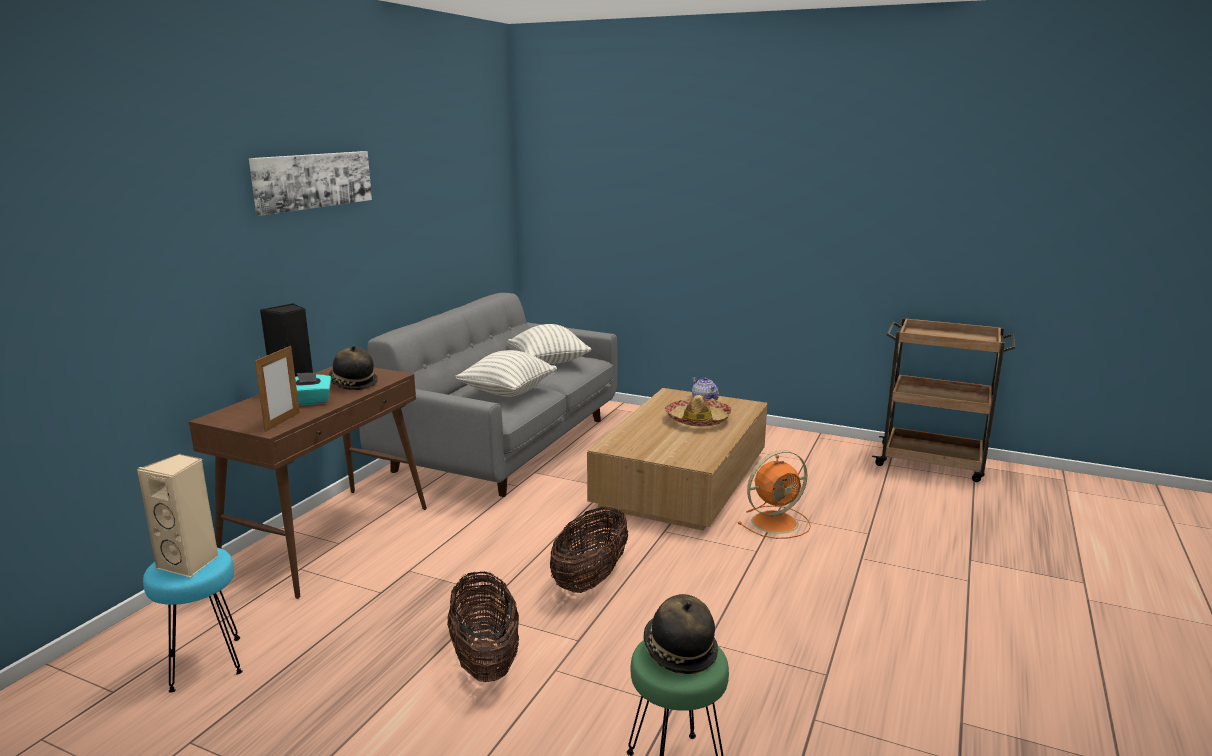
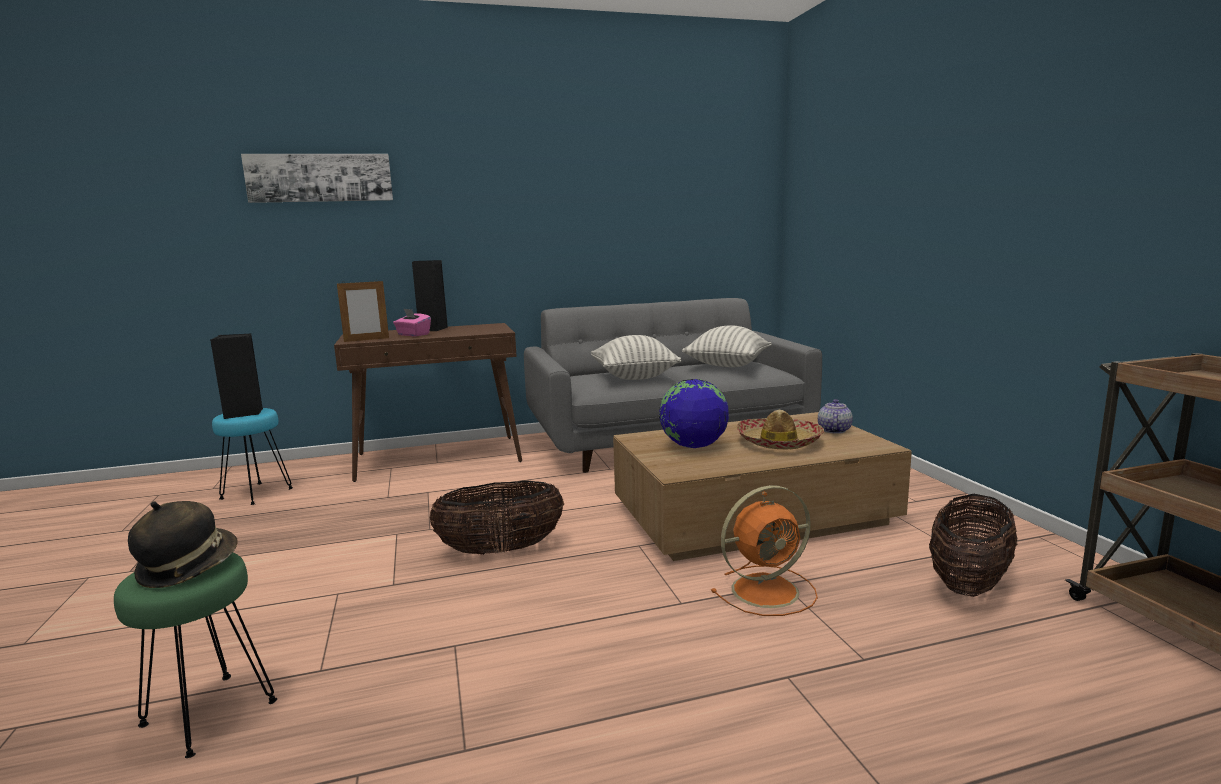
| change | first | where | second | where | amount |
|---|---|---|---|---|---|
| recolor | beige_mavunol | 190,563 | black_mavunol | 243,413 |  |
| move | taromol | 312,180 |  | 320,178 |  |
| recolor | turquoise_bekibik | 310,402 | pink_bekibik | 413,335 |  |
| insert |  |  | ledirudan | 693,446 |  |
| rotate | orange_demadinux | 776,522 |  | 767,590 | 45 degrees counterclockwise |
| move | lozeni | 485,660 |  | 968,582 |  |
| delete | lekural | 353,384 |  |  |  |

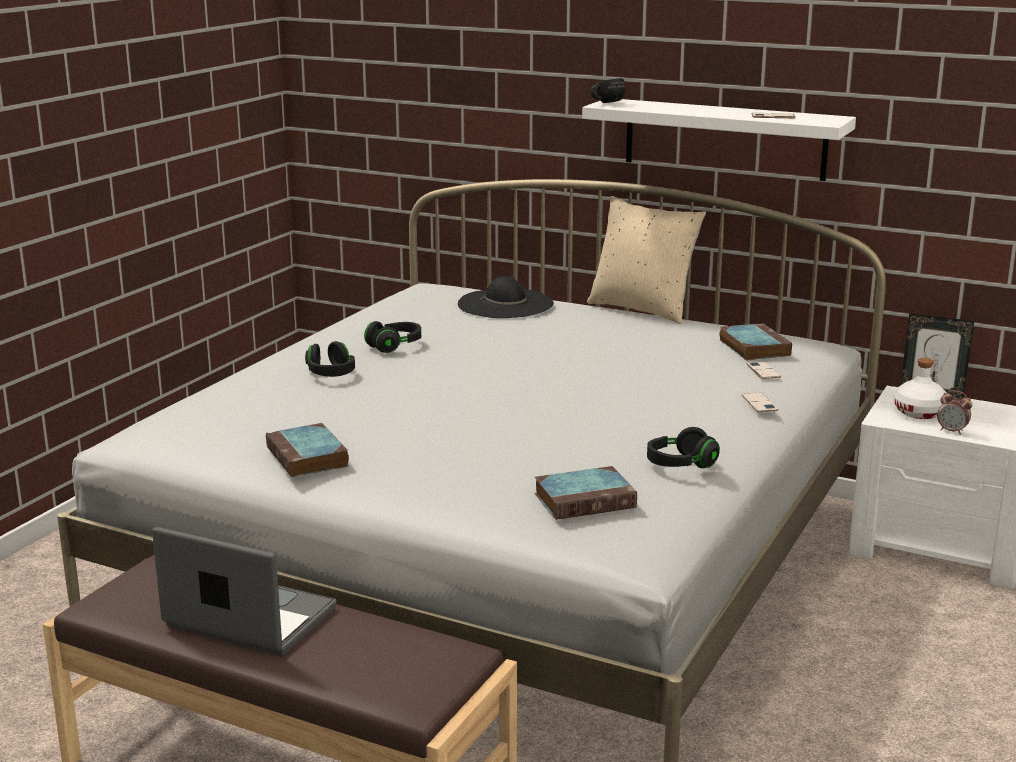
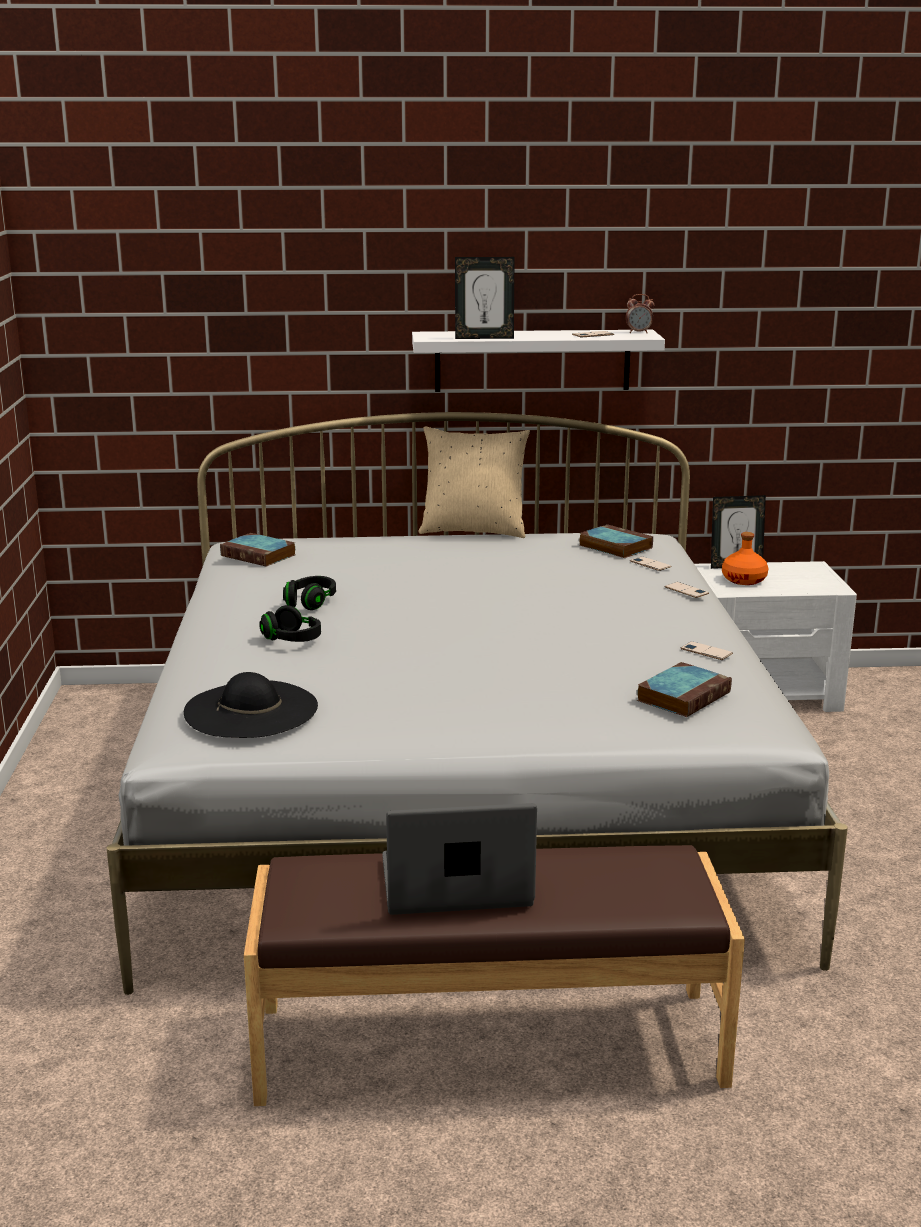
| change | first | where | second | where | amount |
|---|---|---|---|---|---|
| move | black_lekural | 505,304 |  | 251,709 |  |
| move | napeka | 308,457 |  | 260,555 |  |
| insert |  |  | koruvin | 484,338 |  |
| move | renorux | 952,431 |  | 638,332 |  |
| replace | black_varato | 680,464 | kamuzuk | 706,651 |  |
| recolor | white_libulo | 920,412 | orange_libulo | 744,580 |  |
| delete | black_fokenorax | 605,103 |  |  |  |

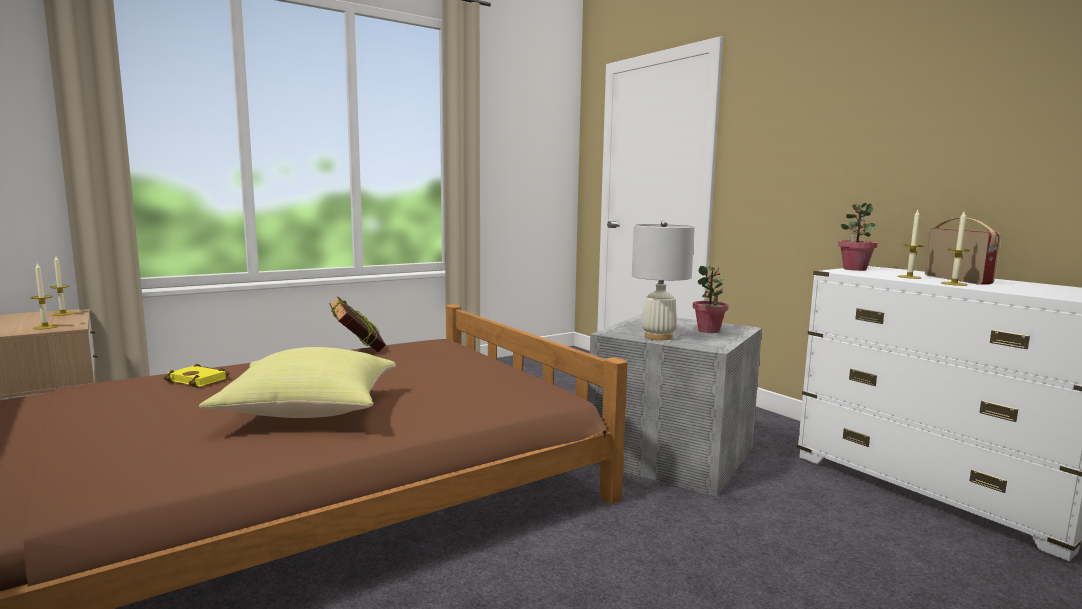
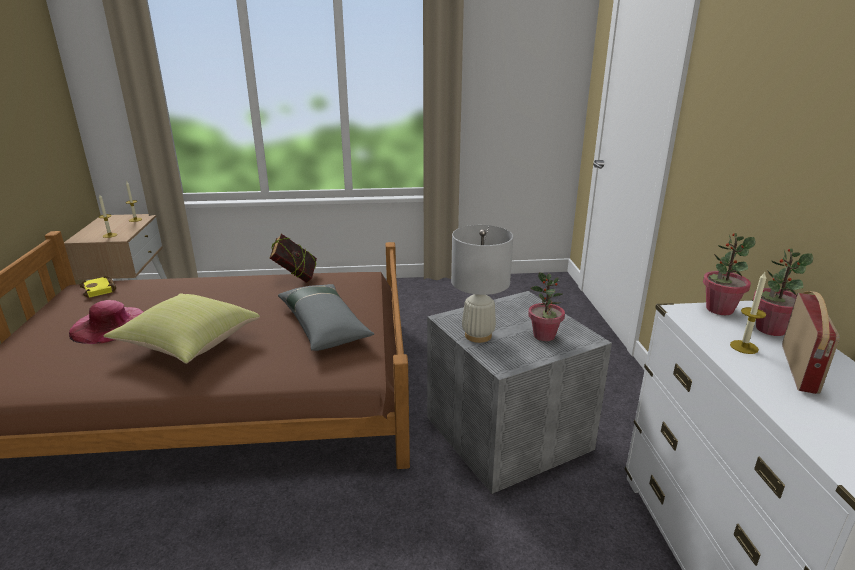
| change | first | where | second | where | amount |
|---|---|---|---|---|---|
| insert |  |  | pink_lekural | 109,325 |  |
| move | yellow_napeka | 200,380 |  | 100,289 |  |
| insert |  |  | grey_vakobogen | 324,325 |  |
| insert |  |  | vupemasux | 770,329 |  |
| delete | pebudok | 954,284 |  |  |  |

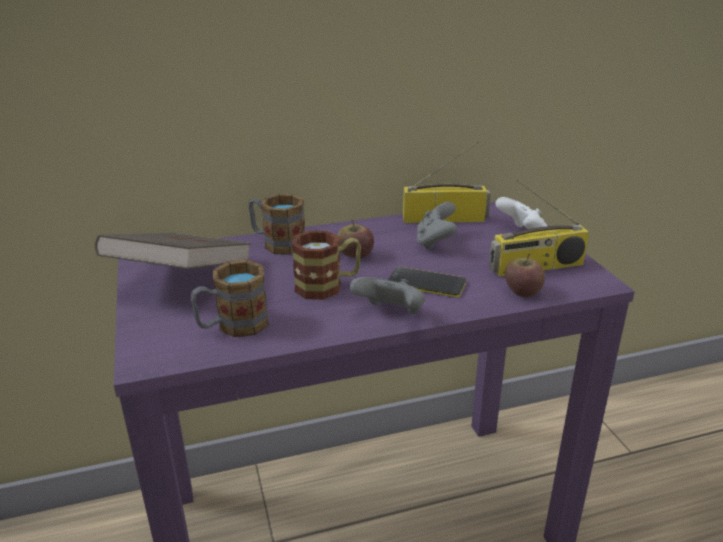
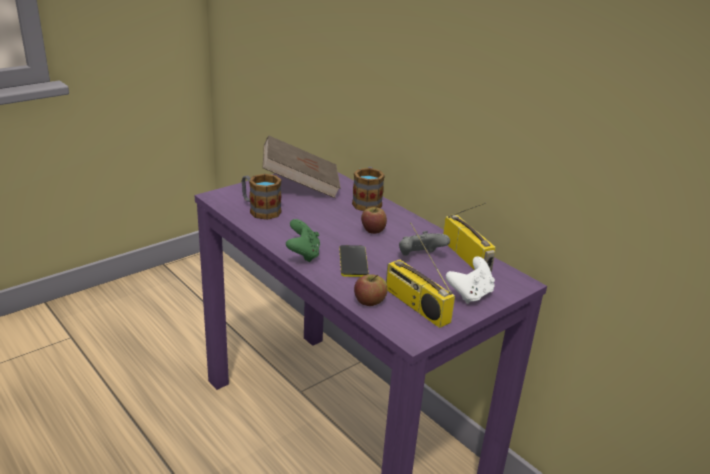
| change | first | where | second | where | amount |
|---|---|---|---|---|---|
| recolor | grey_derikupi | 390,314 | green_derikupi | 303,254 |  |
| delete | fokenorax | 328,286 |  |  |  |

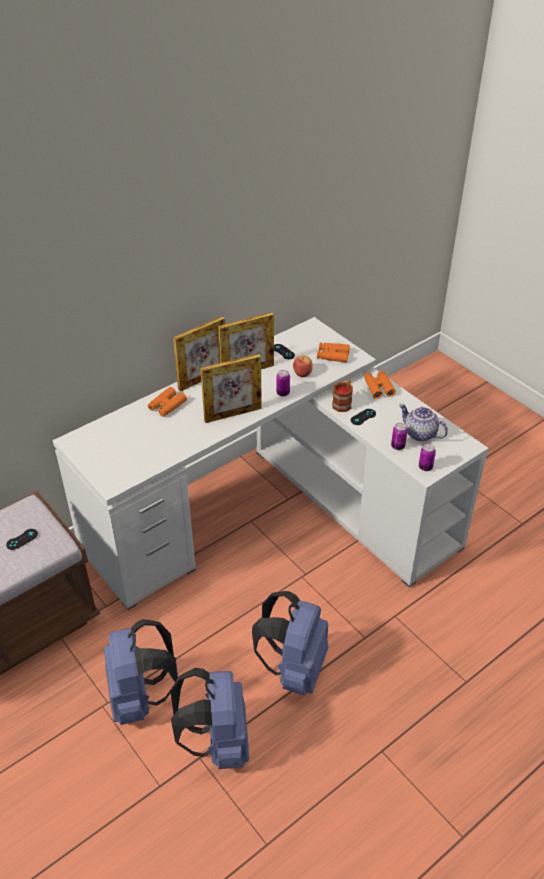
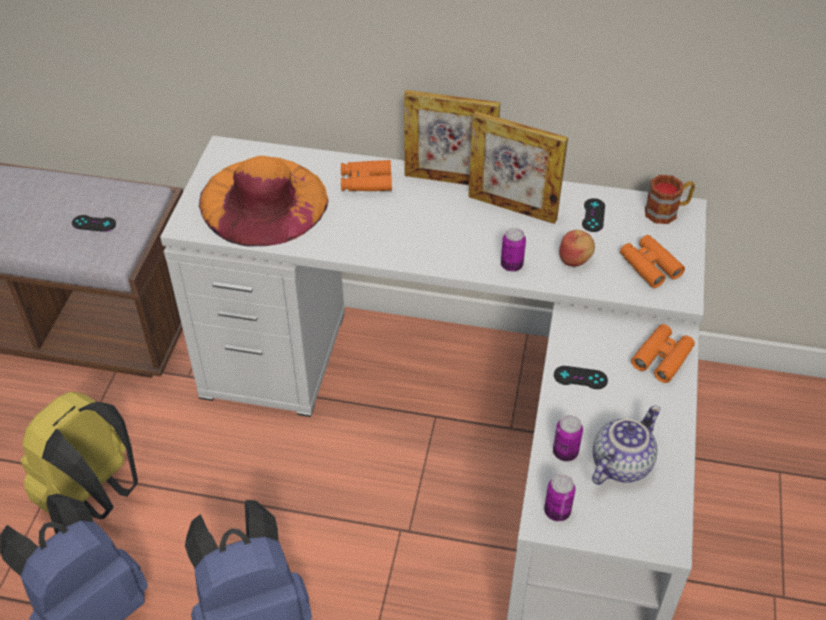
| change | first | where | second | where | amount |
|---|---|---|---|---|---|
| recolor | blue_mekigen | 140,697 | yellow_mekigen | 94,494 |  |
| insert |  |  | orange_lekural | 263,201 |  |
| rotate | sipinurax | 419,434 |  | 620,463 | 45 degrees clockwise |
| move | fokenorax | 343,403 |  | 667,211 |  |
| delete | koruvin | 233,414 |  |  |  |

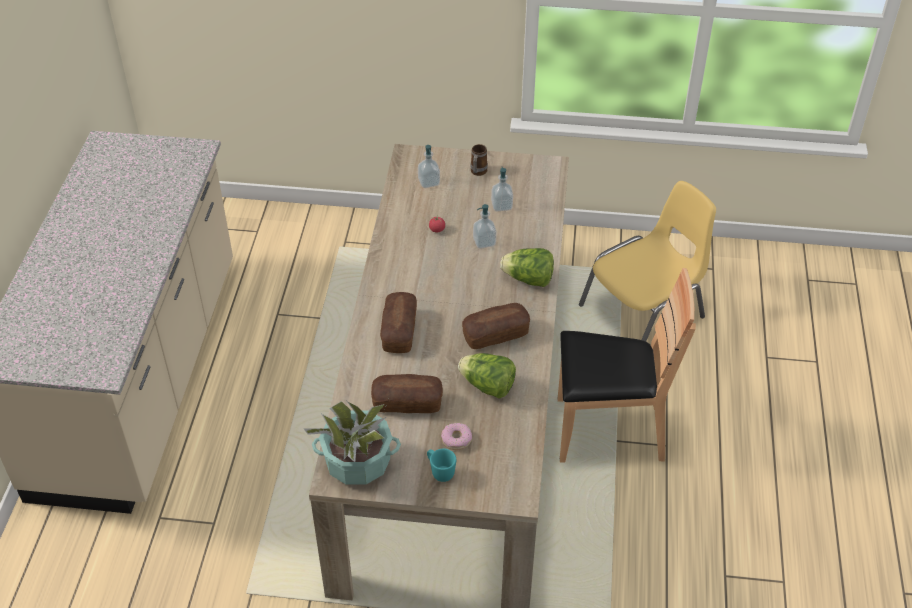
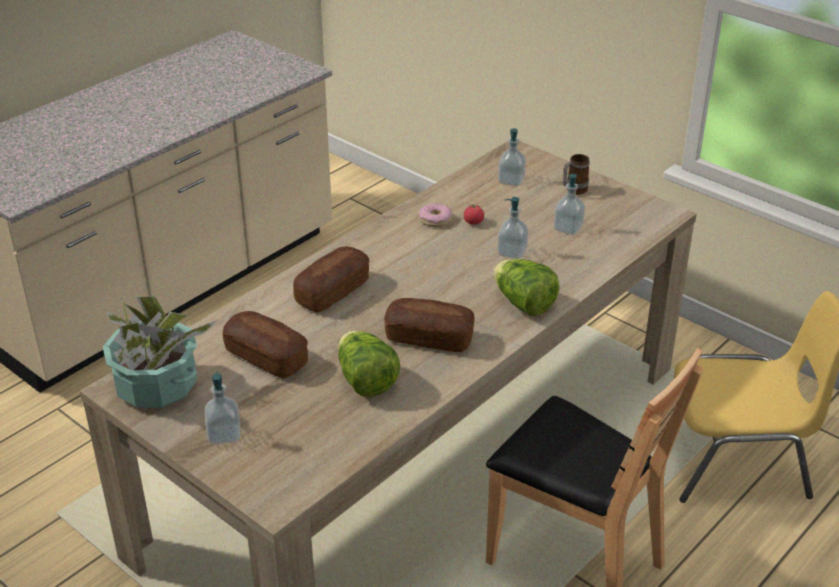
| change | first | where | second | where | amount |
|---|---|---|---|---|---|
| replace | turquoise_fokenorax | 440,471 | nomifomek | 224,435 |  |
| move | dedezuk | 456,439 |  | 435,220 |  |

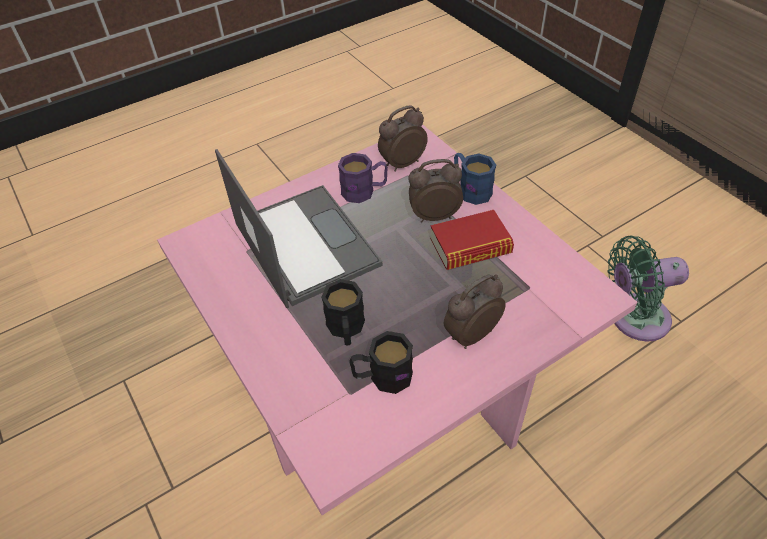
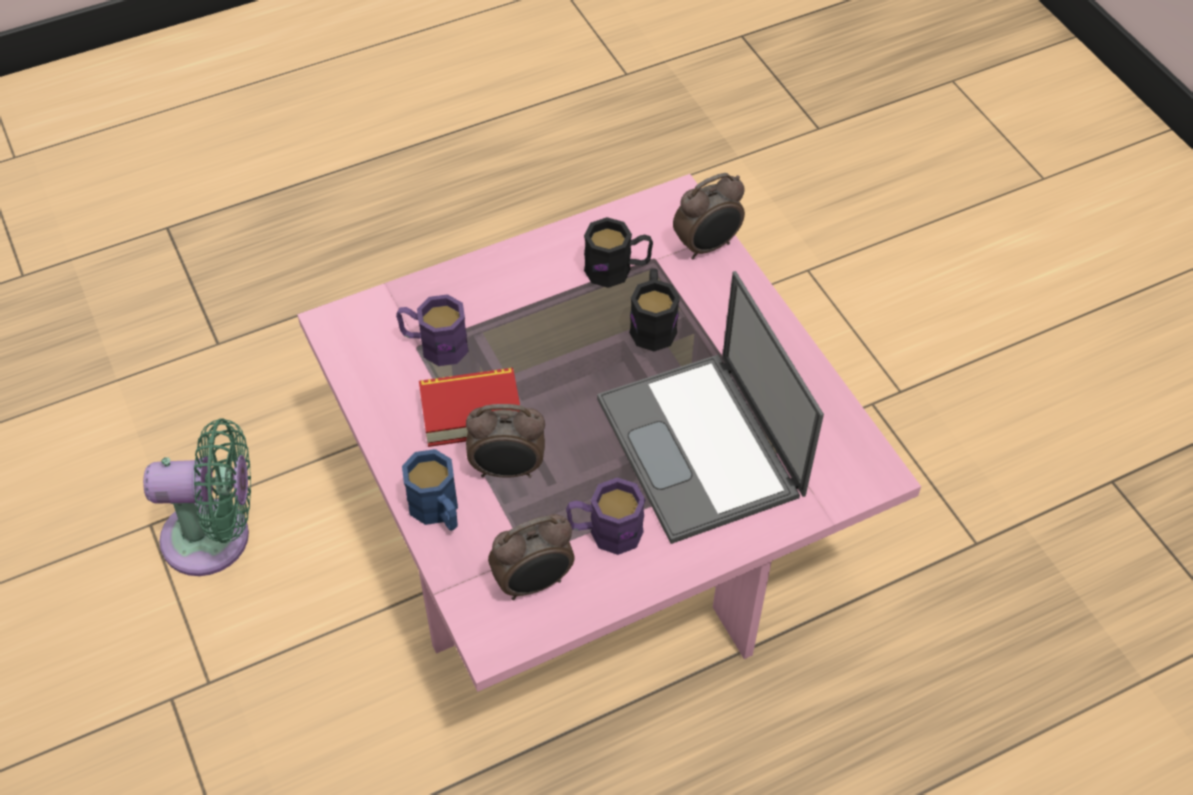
| change | first | where | second | where | amount |
|---|---|---|---|---|---|
| insert |  |  | purple_fokenorax | 434,345 |  |
| move | renorux | 470,334 |  | 707,246 |  |

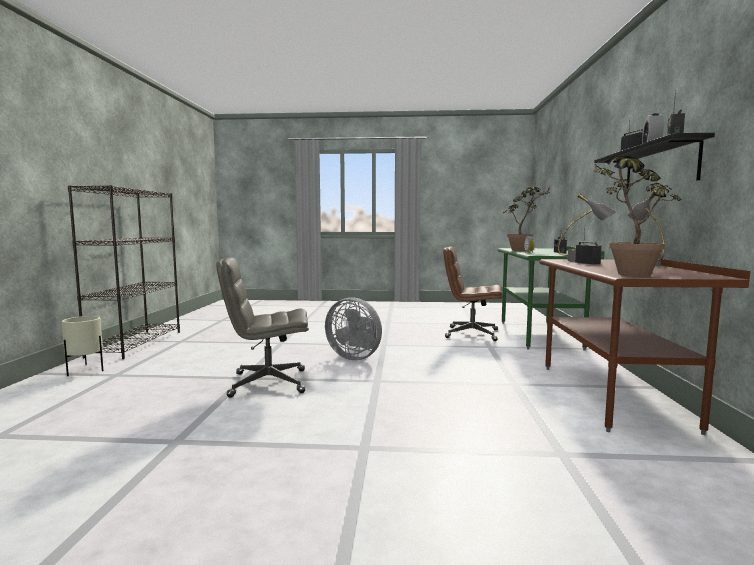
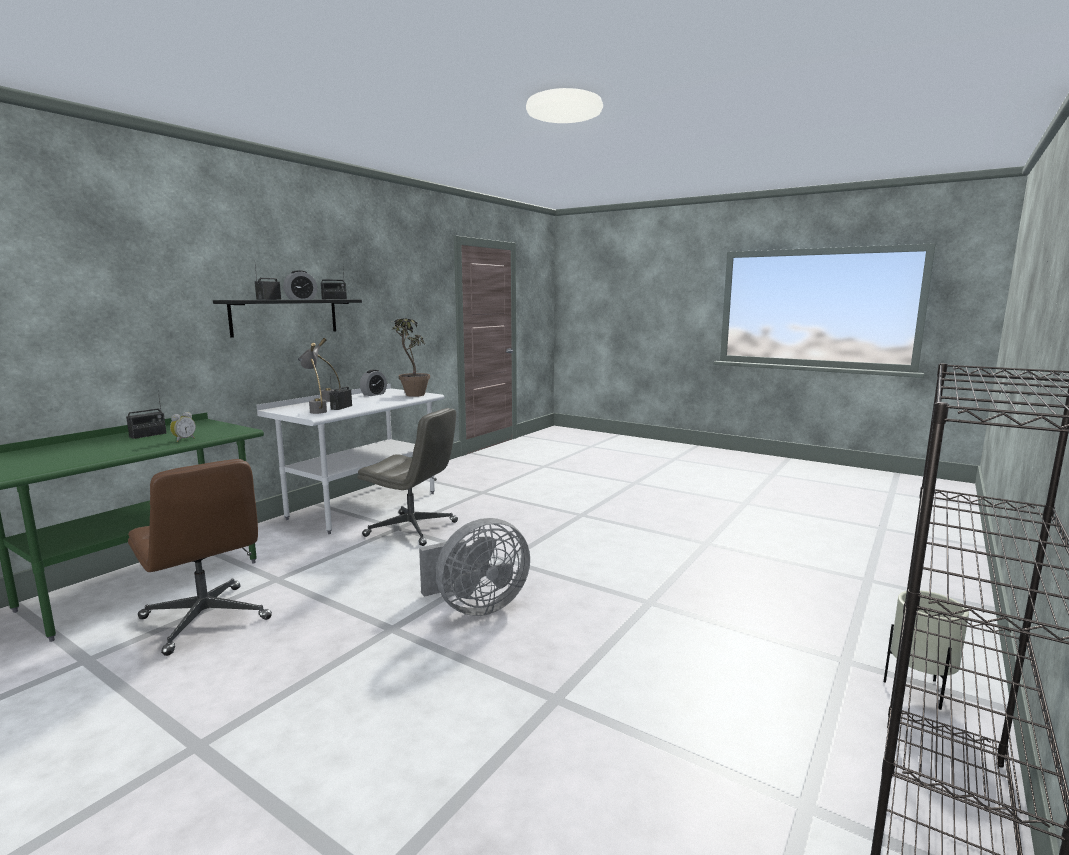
| change | first | where | second | where | amount |
|---|---|---|---|---|---|
| recolor | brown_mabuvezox | 612,396 | white_mabuvezox | 363,505 |  |
| move | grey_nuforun | 267,383 |  | 413,529 |  |
| insert |  |  | renorux | 374,394 |  |
| rotate | grey_demadinux | 355,357 |  | 476,607 | 90 degrees clockwise |
| delete | vupemasux | 524,250 |  |  |  |

